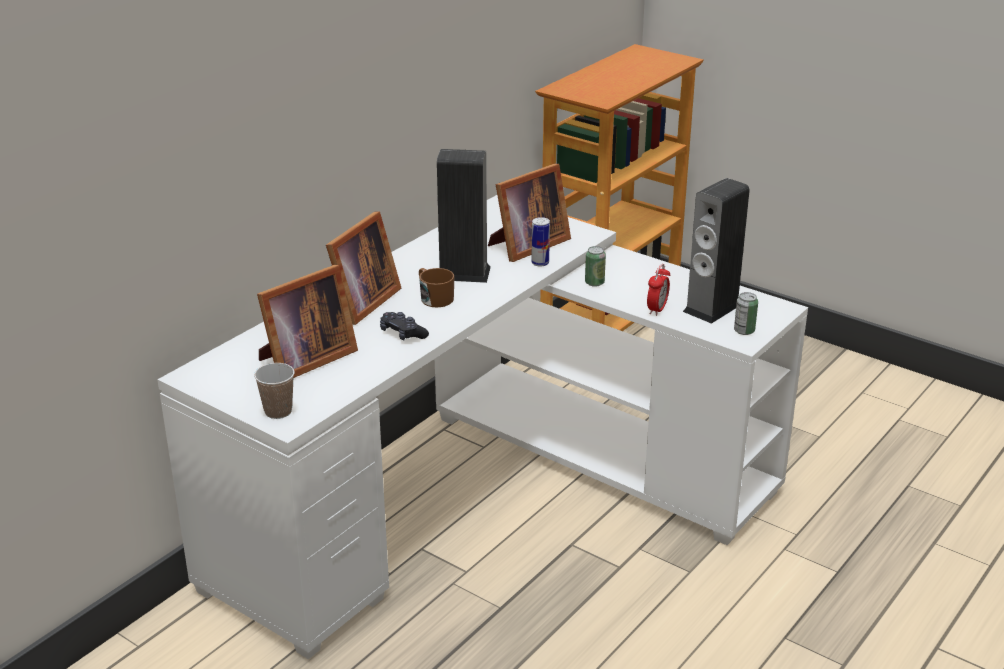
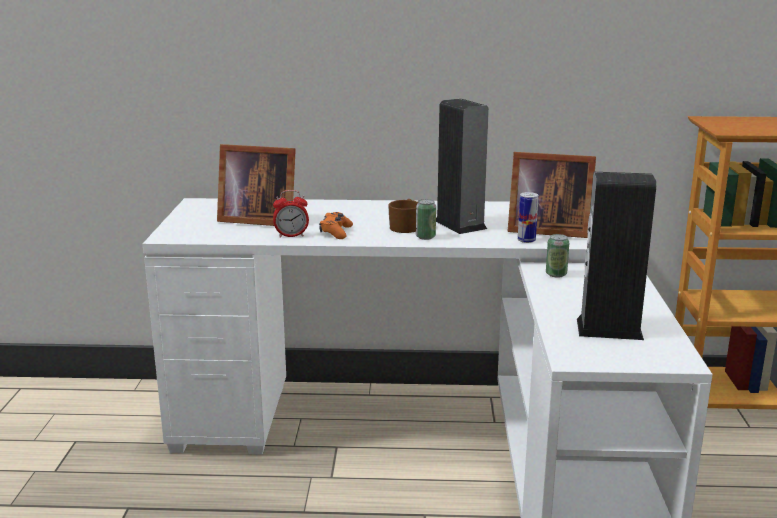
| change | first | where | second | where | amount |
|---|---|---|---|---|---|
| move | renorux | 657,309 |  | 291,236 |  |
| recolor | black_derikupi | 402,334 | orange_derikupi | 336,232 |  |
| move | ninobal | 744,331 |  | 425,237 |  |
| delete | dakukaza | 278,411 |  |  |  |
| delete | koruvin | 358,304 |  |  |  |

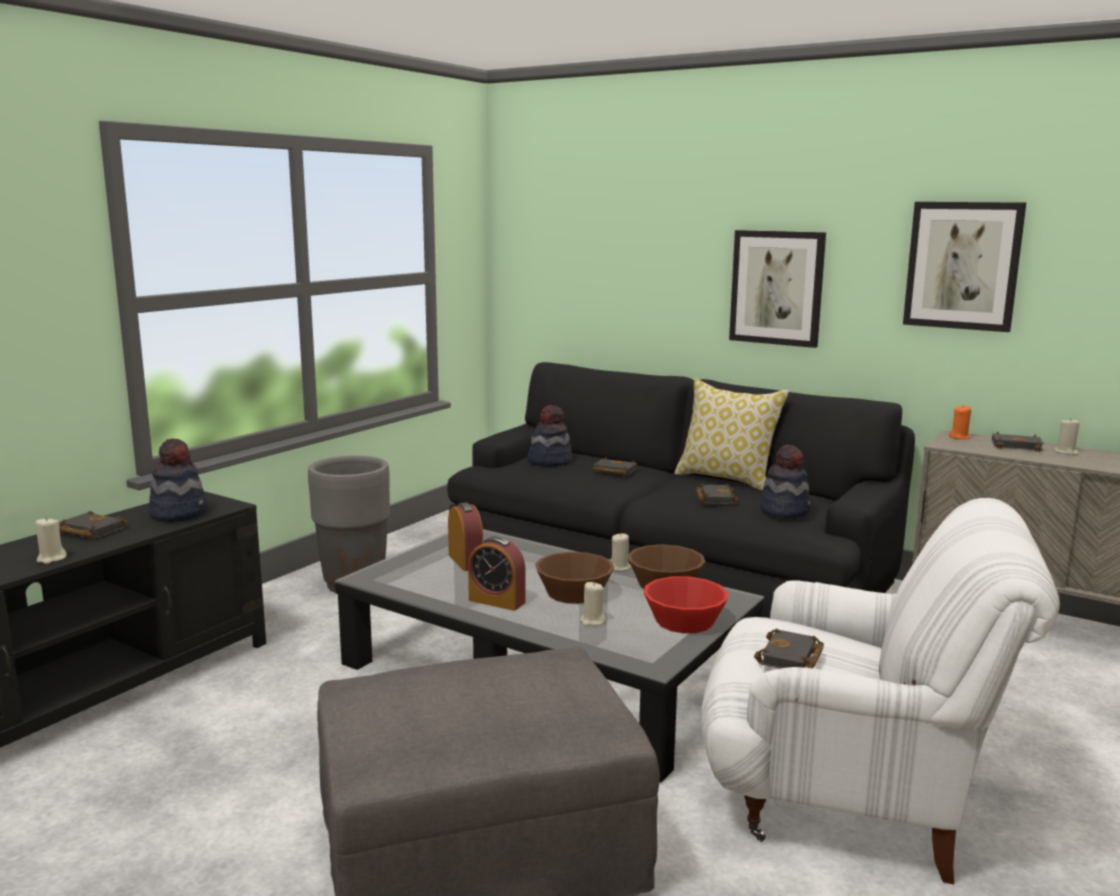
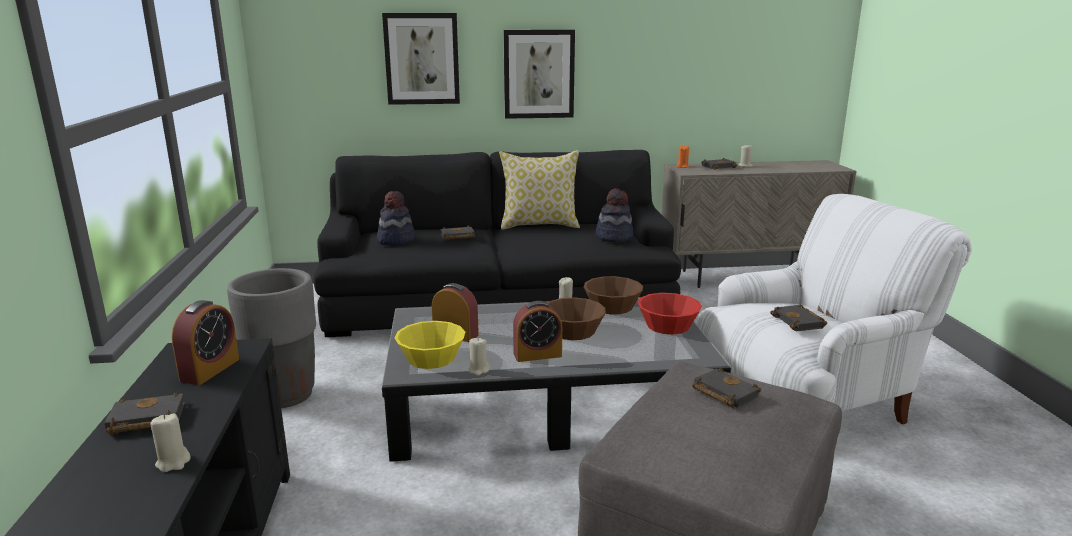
| change | first | where | second | where | amount |
|---|---|---|---|---|---|
| replace | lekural | 179,513 | renorux | 210,370 |  |
| move | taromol | 962,265 |  | 422,59 |  |
| insert |  |  | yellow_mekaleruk | 431,358 |  |
| move | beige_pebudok | 592,621 |  | 478,370 |  |
| move | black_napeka | 714,498 |  | 722,393 |  |

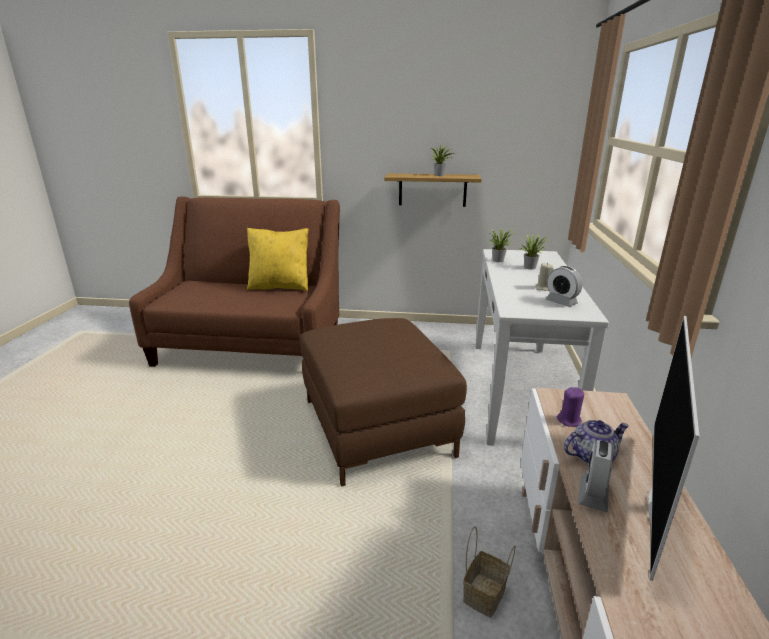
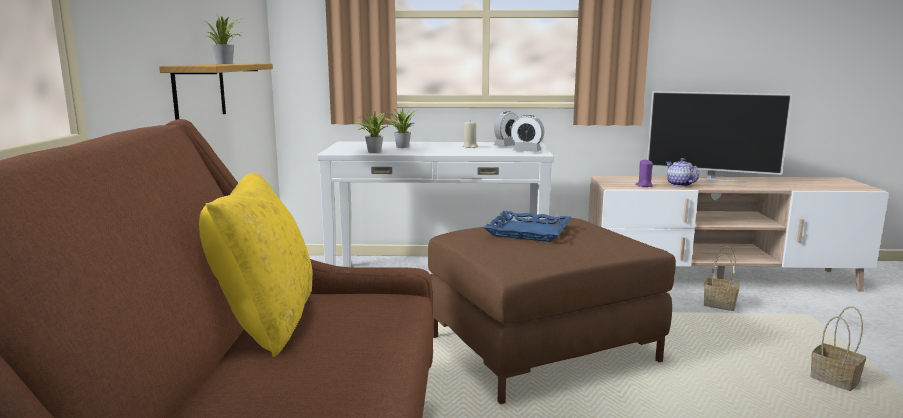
| change | first | where | second | where | amount |
|---|---|---|---|---|---|
| insert |  |  | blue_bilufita | 528,231 |  |
| move | renorux | 593,495 |  | 527,151 |  |
| insert |  |  | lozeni | 836,381 |  |

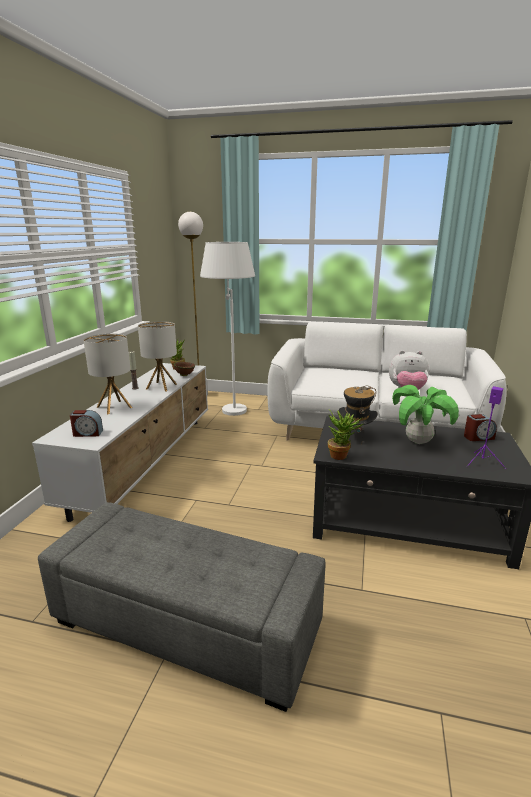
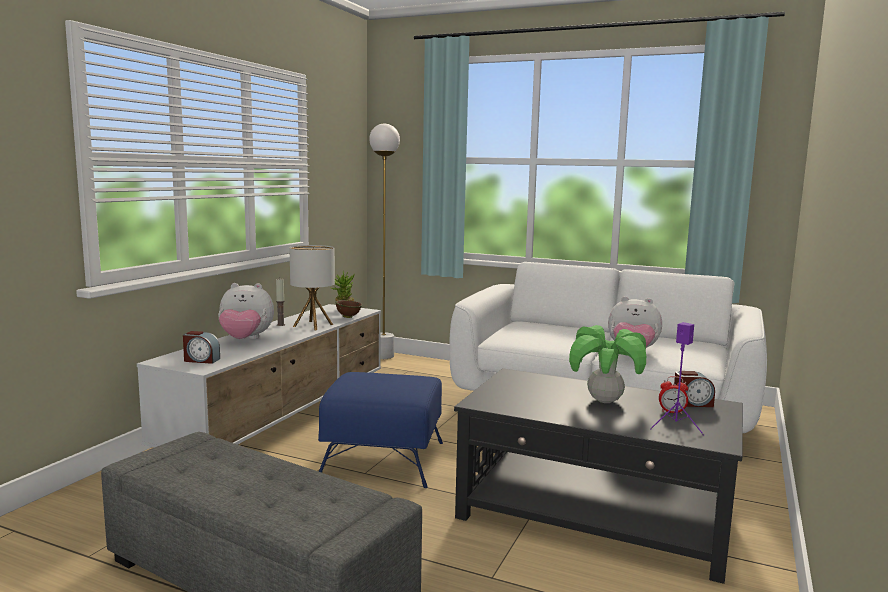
| change | first | where | second | where | amount |
|---|---|---|---|---|---|
| replace | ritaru | 114,407 | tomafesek | 245,340 |  |
| insert |  |  | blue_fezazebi | 384,460 |  |
| insert |  |  | renorux | 672,412 |  |
| delete | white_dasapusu | 231,406 |  |  |  |
| delete | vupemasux | 341,455 |  |  |  |
| delete | lekural | 355,435 |  |  |  |

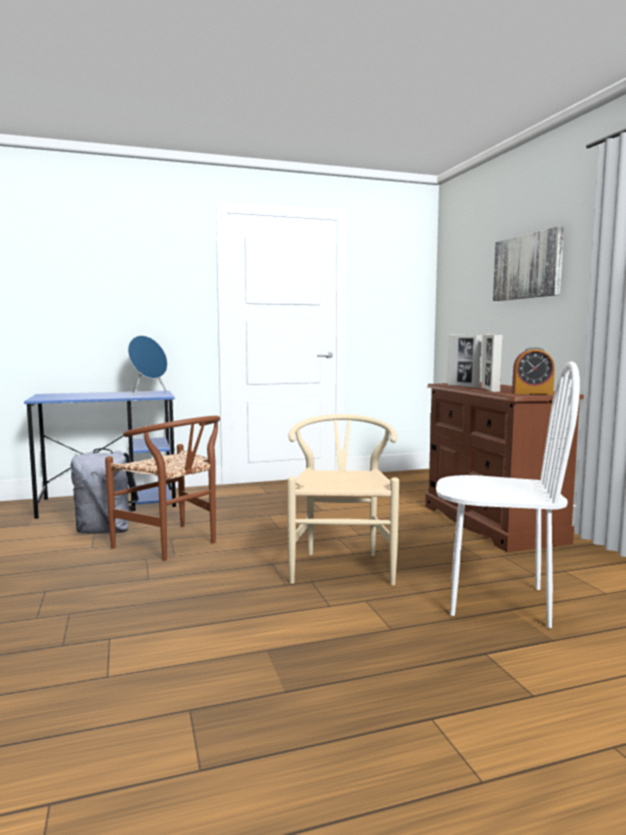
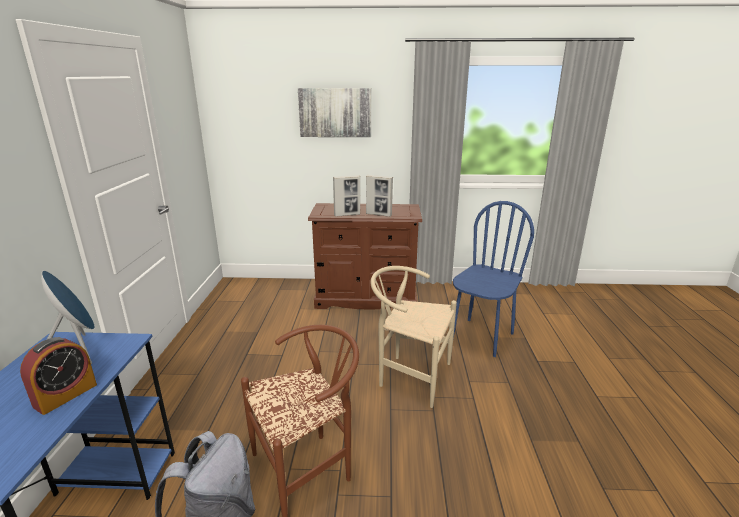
| change | first | where | second | where | amount |
|---|---|---|---|---|---|
| move | renorux | 532,393 |  | 65,395 |  |
| recolor | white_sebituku | 497,601 | blue_sebituku | 481,337 |  |

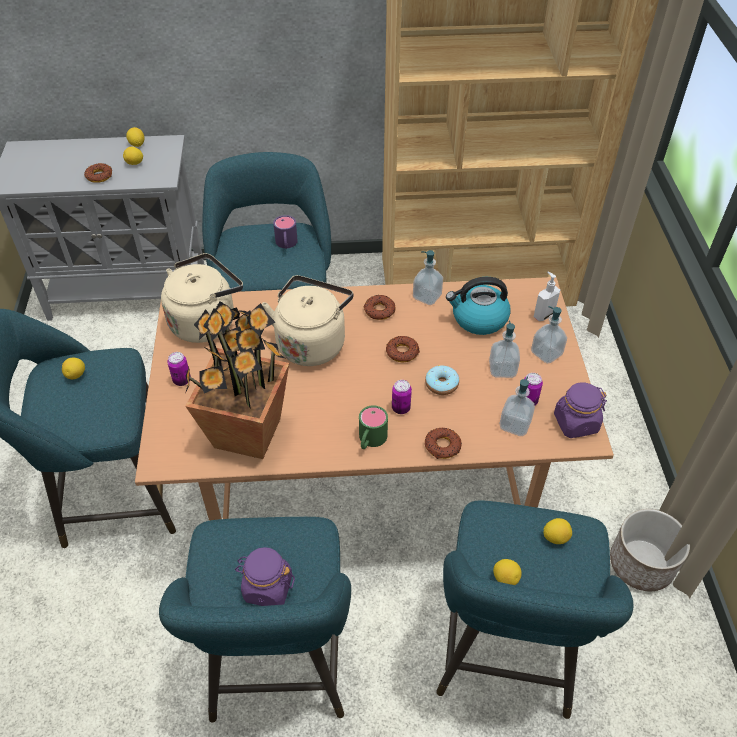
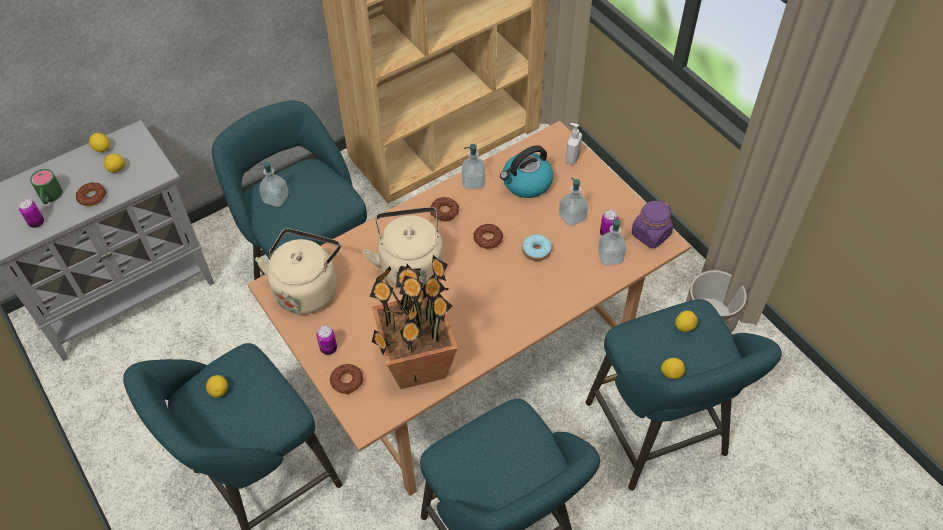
| change | first | where | second | where | amount |
|---|---|---|---|---|---|
| move | ninobal | 401,408 |  | 36,223 |  |
| move | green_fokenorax | 370,440 |  | 50,197 |  |
| move | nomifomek | 546,353 |  | 276,198 |  |
| move | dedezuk | 442,446 |  | 347,381 |  |
| delete | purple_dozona | 267,587 |  |  |  |
| delete | purple_fokenorax | 286,244 |  |  |  |

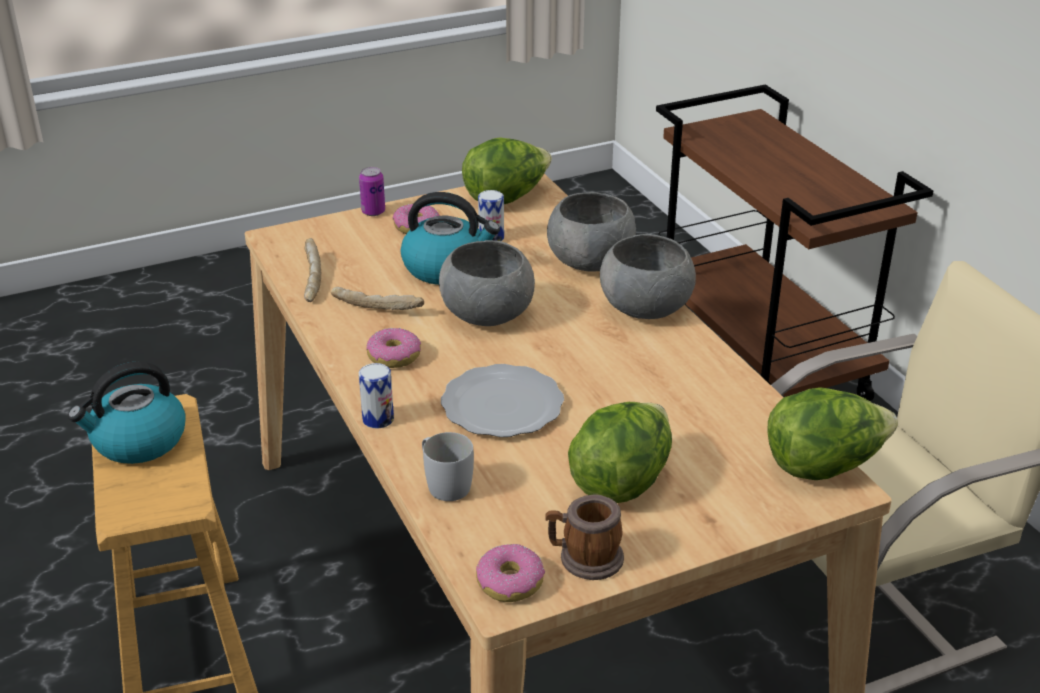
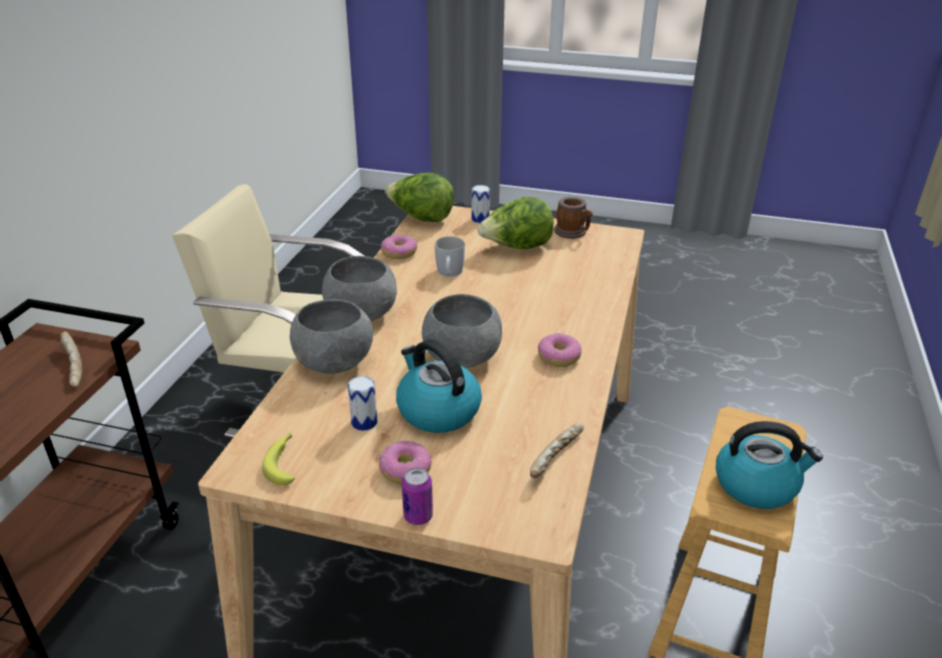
| change | first | where | second | where | amount |
|---|---|---|---|---|---|
| move | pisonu | 377,306 |  | 71,366 |  |
| replace | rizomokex | 506,198 | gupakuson | 284,462 |  |
| move | dedezuk | 509,582 |  | 399,253 |  |
| move | white_fokenorax | 444,483 |  | 449,273 |  |
| move | ninobal | 378,419 |  | 480,219 |  |
| delete | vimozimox | 500,405 |  |  |  |

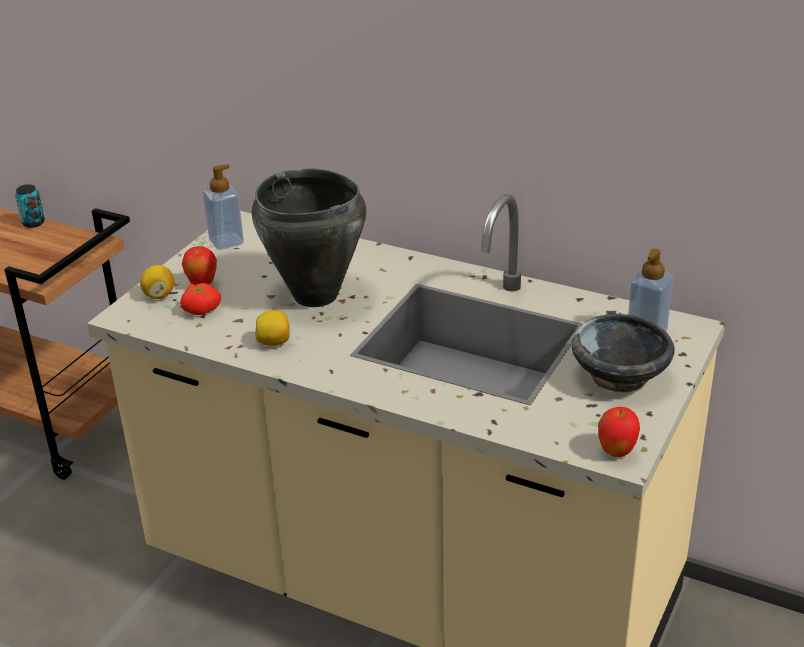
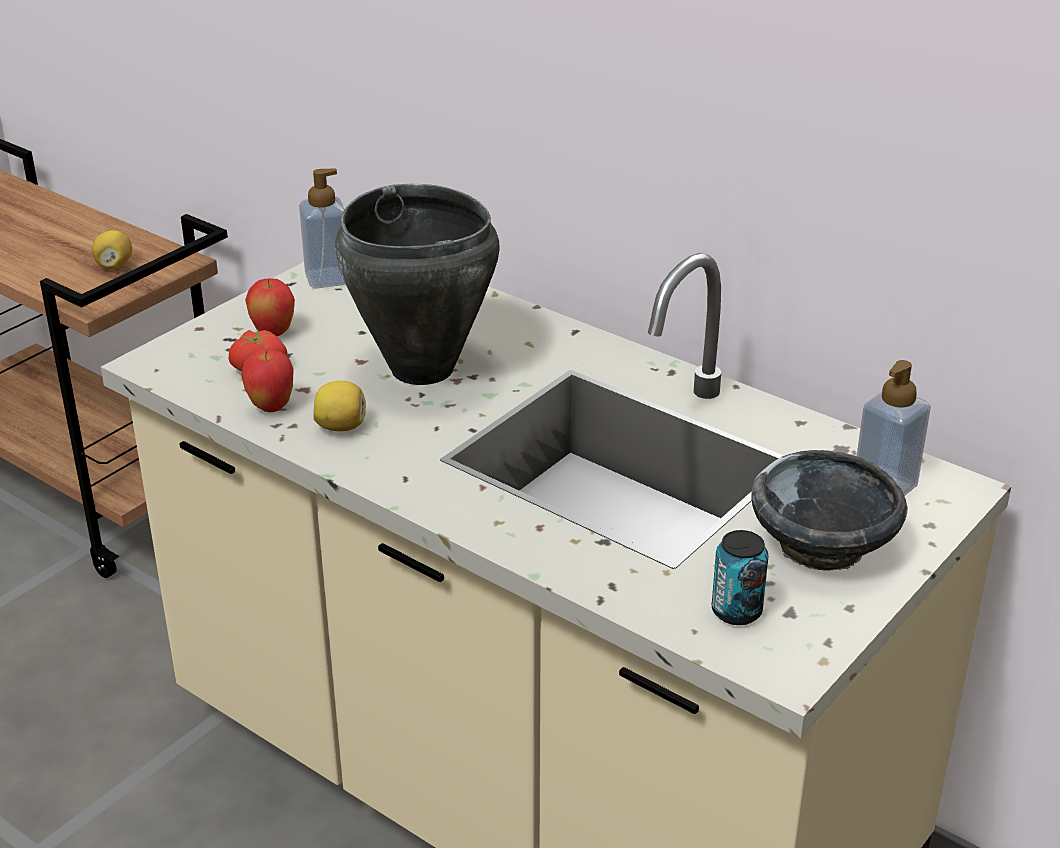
| change | first | where | second | where | amount |
|---|---|---|---|---|---|
| move | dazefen | 159,295 |  | 114,265 |  |
| move | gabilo | 616,452 |  | 271,407 |  |
| move | ninobal | 33,223 |  | 736,611 |  |

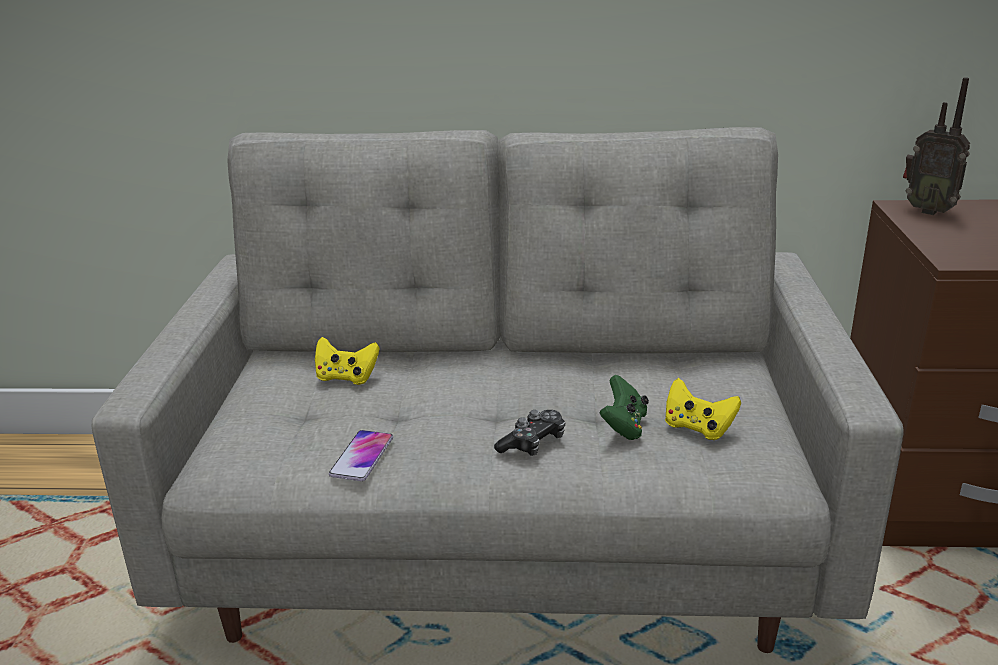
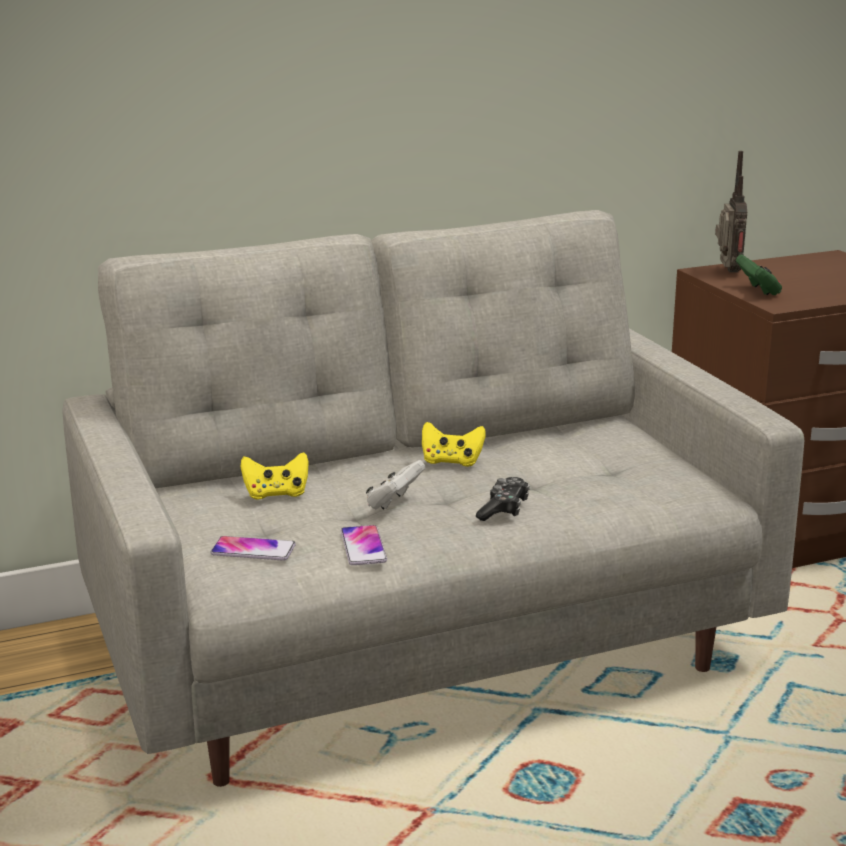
| change | first | where | second | where | amount |
|---|---|---|---|---|---|
| insert |  |  | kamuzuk | 253,550 |  |
| insert |  |  | white_derikupi | 394,503 |  |
| move | yellow_derikupi | 698,428 |  | 451,461 |  |
| rotate | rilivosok | 928,210 |  | 727,272 | 105 degrees counterclockwise |
| move | green_derikupi | 624,426 |  | 758,291 |  |

